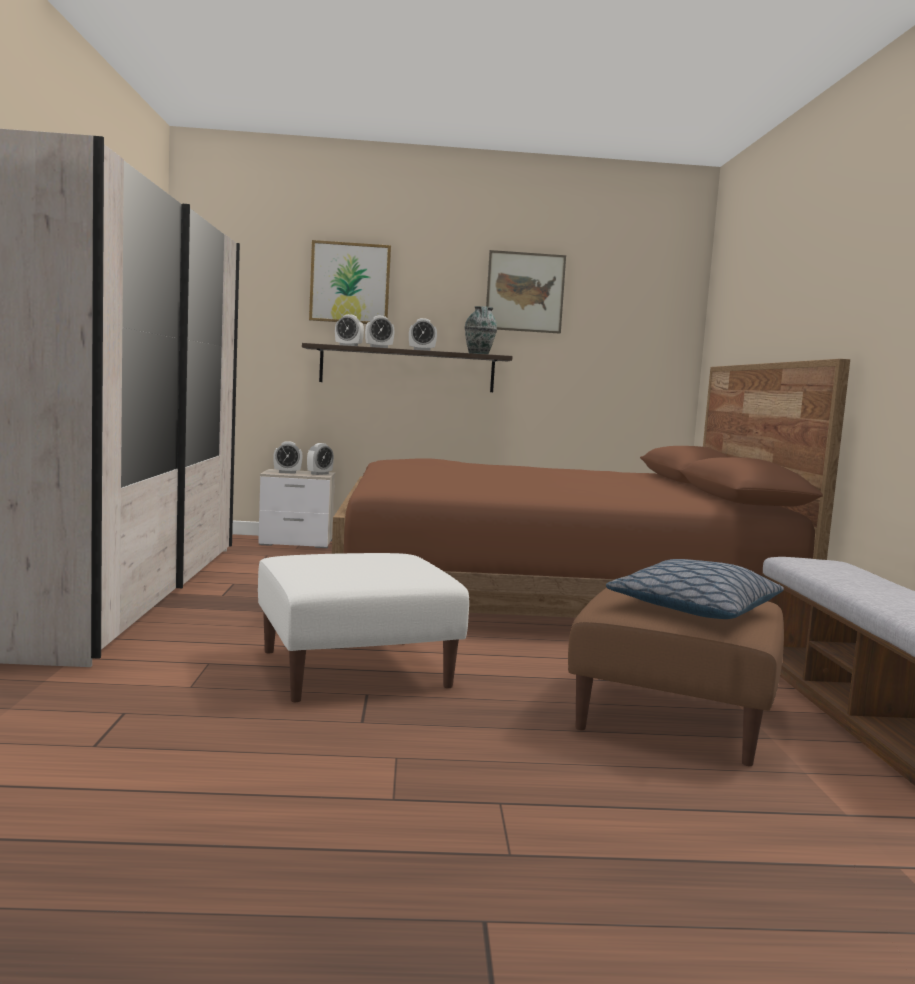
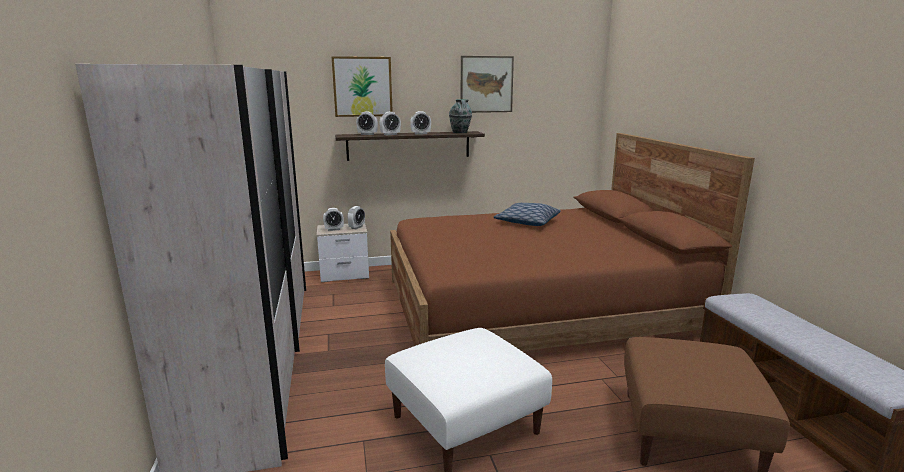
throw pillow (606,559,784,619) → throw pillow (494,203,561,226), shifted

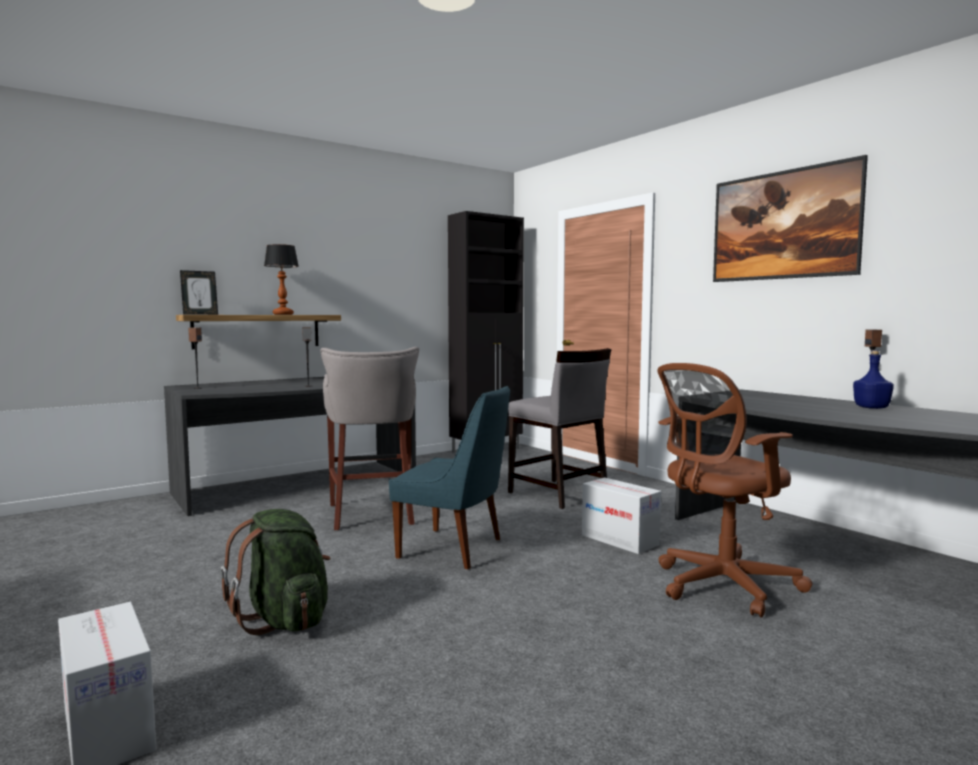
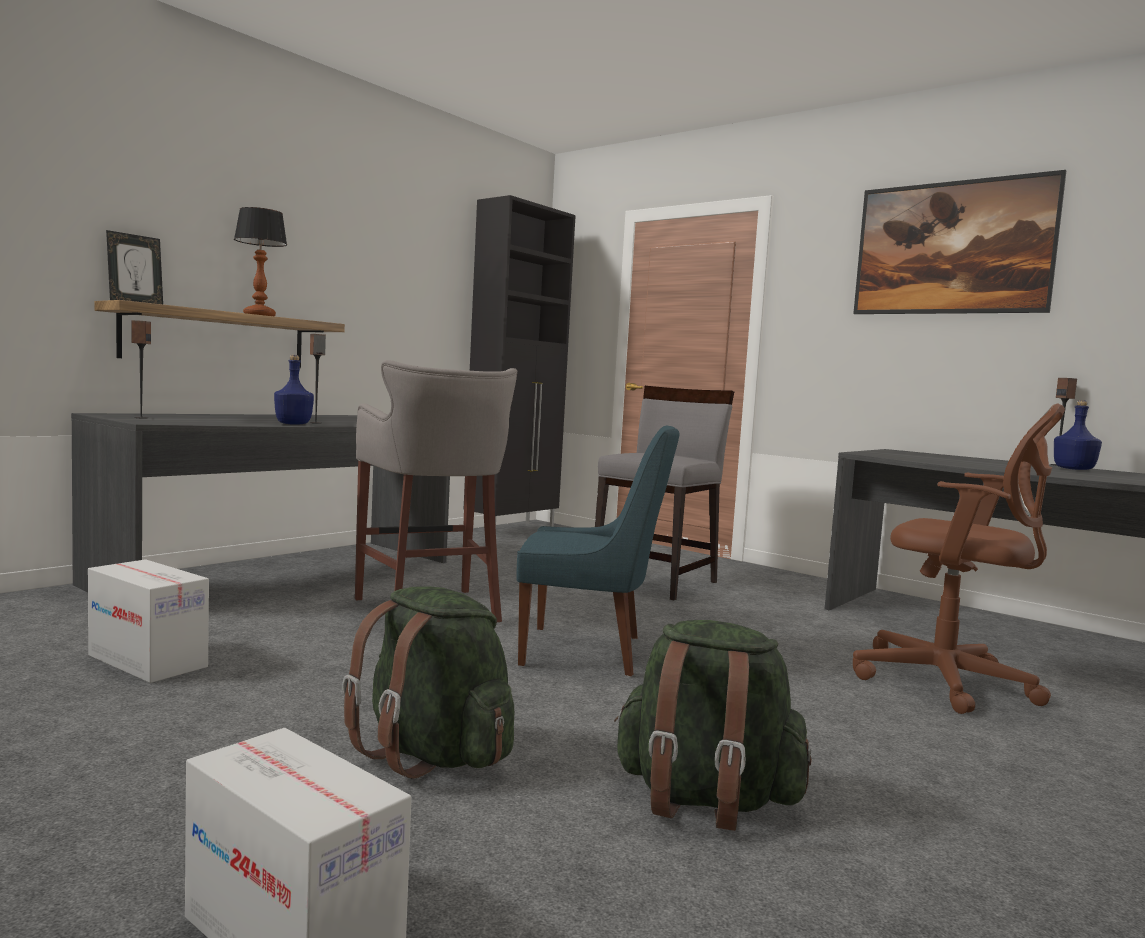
gray chair (508,348,611,509) → gray chair (595,386,734,600), 90 degrees counterclockwise
brown office chair (657,363,813,618) → brown office chair (853,403,1065,714), 105 degrees counterclockwise
packing box (582,477,661,554) → packing box (88,559,209,683), shifted
- → blue bottle (274,355,314,425)
- → green backpack (614,620,812,831)

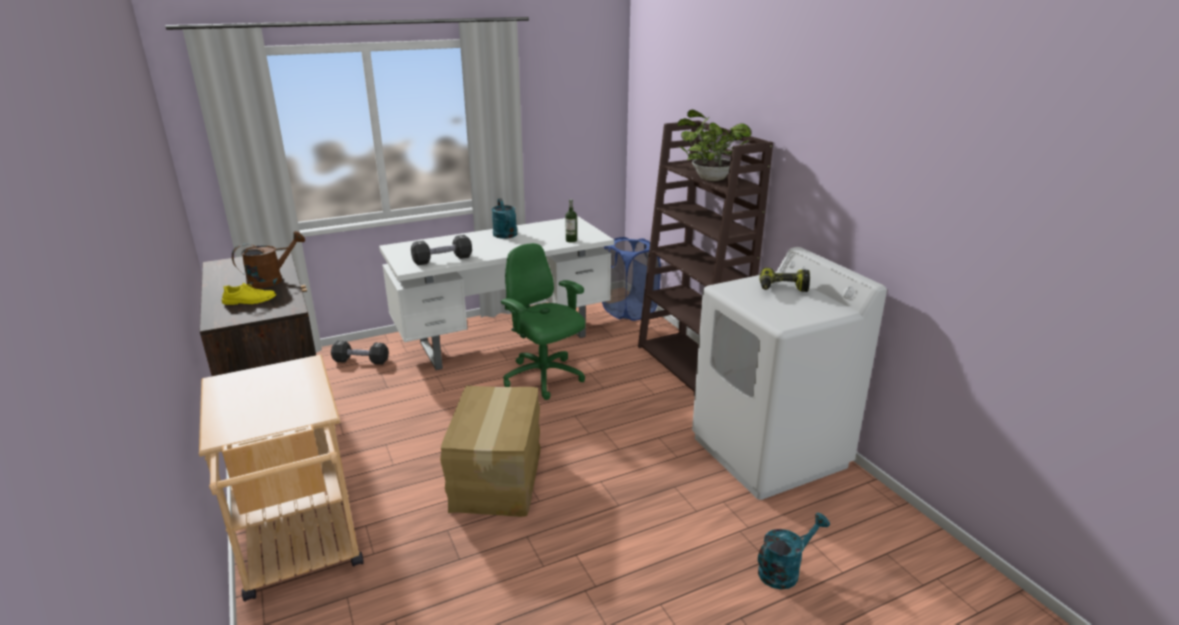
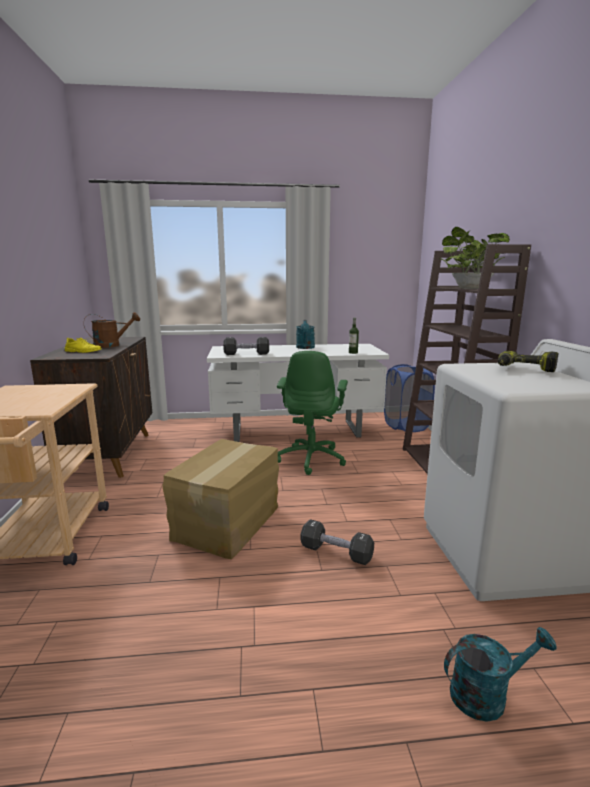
green office chair (501,243,585,400) → green office chair (277,351,348,475), 150 degrees counterclockwise
black-coloured free weight (331,341,389,365) → black-coloured free weight (301,519,374,565), shifted

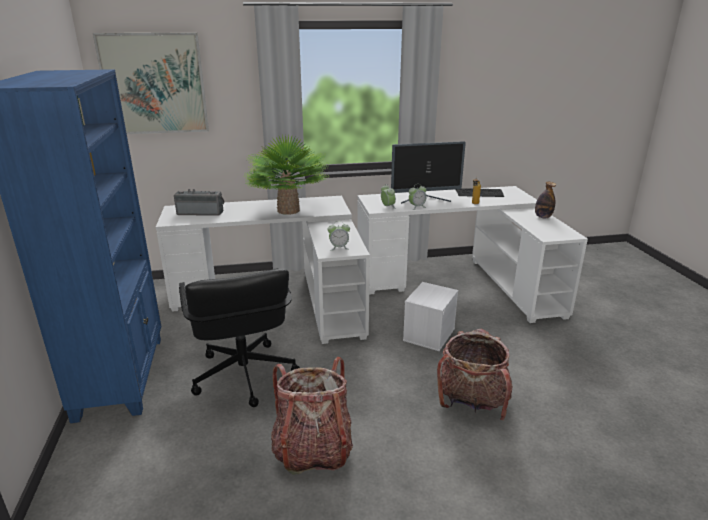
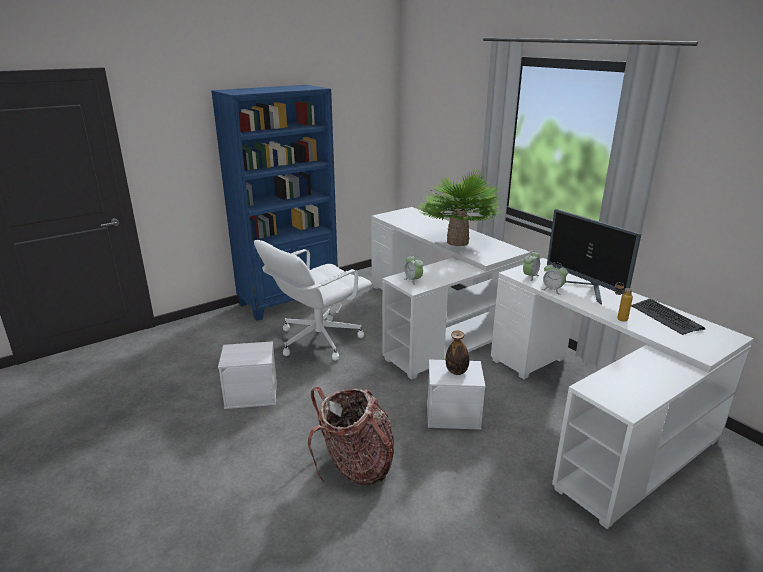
picture (93,32,209,134) → -
bottle (535,182,556,218) → bottle (446,330,469,375), shifted
radio set (174,189,224,216) → -
black-coloured office chair (179,268,300,407) → white-coloured office chair (254,240,372,361)
backpack (271,357,353,475) → white-coloured storage box (218,341,277,409)

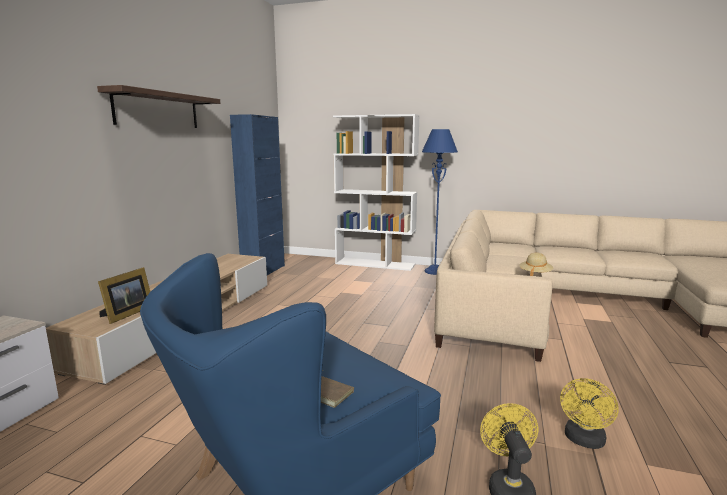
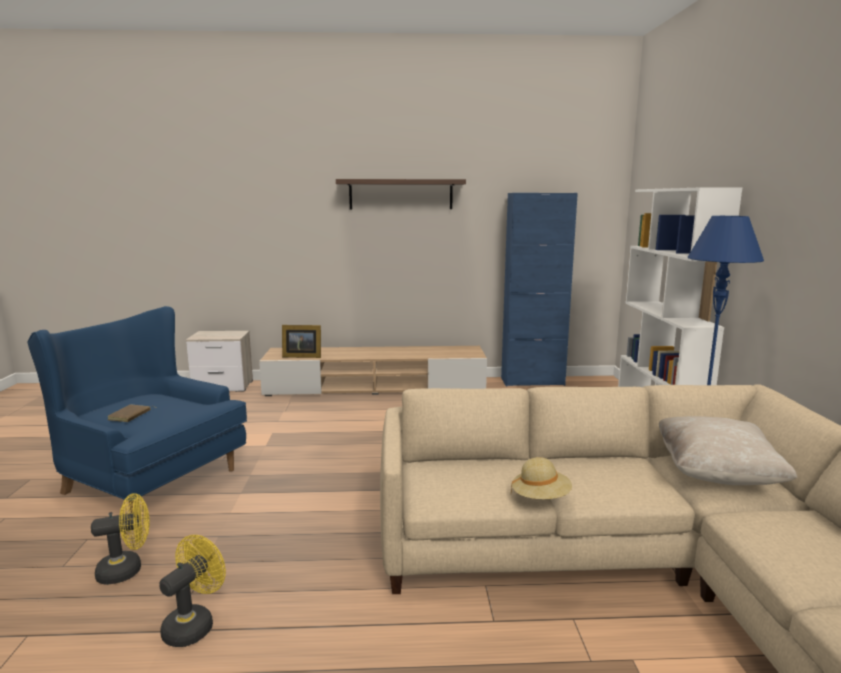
yellowish cooling fan (560,378,619,449) → yellowish cooling fan (159,535,226,647), 105 degrees clockwise
- → beige throw pillow (659,416,797,485)

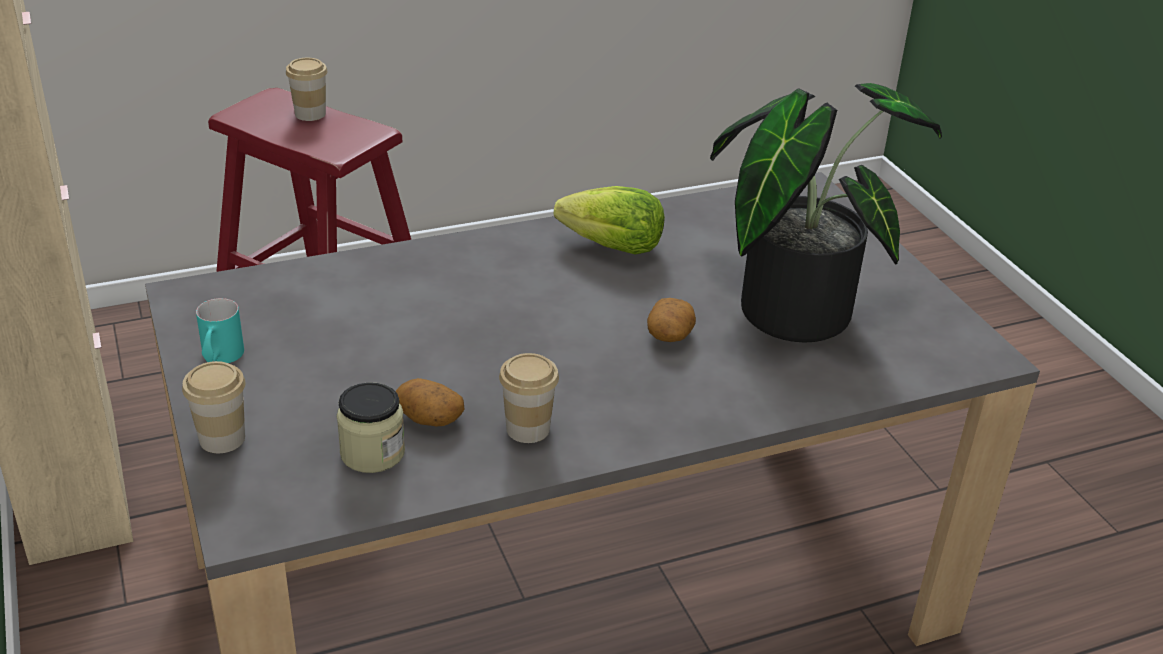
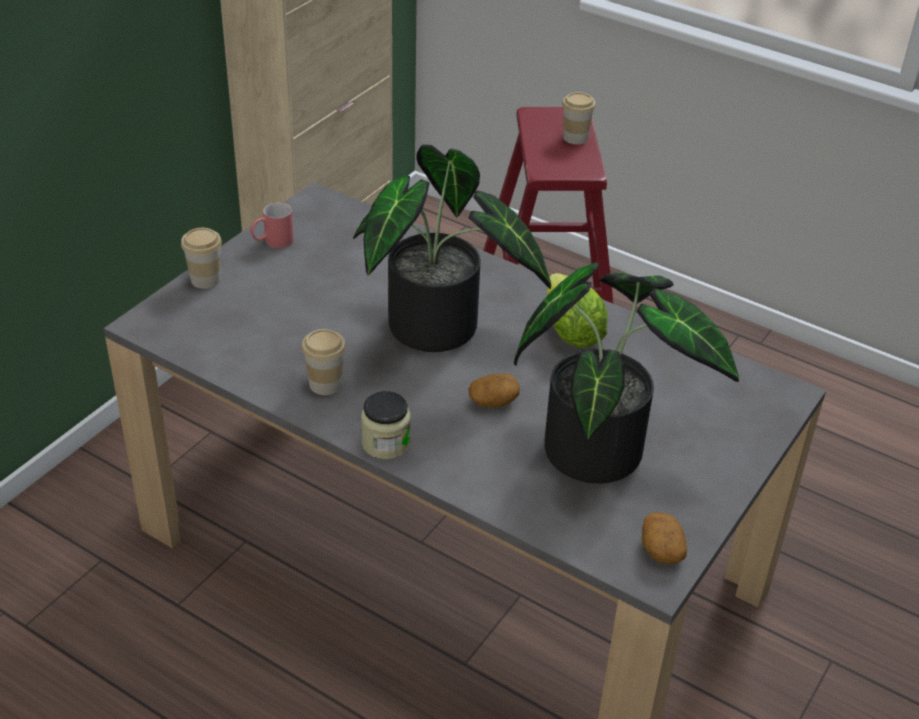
turquoise mug (196,298,244,363) → red mug (250,202,294,248)
whole potato (395,378,464,427) → whole potato (642,512,687,564), shifted
jar (337,383,405,473) → jar (361,391,411,460), shifted
- → houseplant (353,144,551,352)

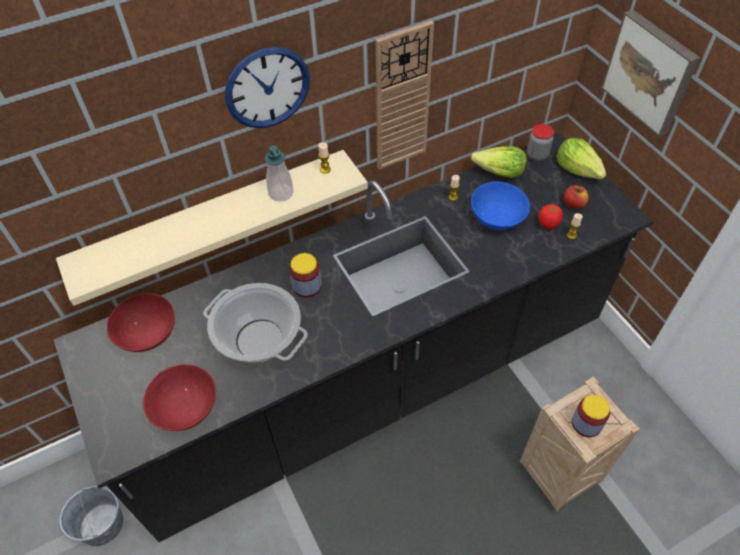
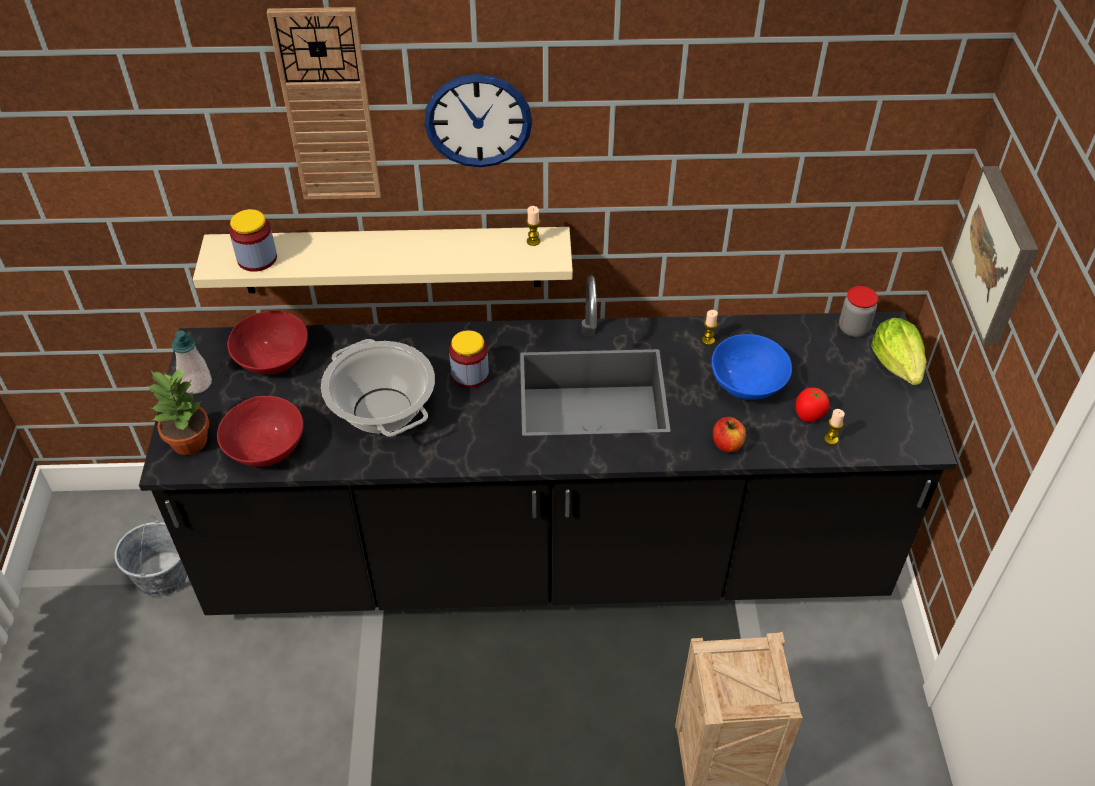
wall clock (376,21,434,170) → wall clock (267,7,381,199), shifted
liquid soap bottle (265,146,294,202) → liquid soap bottle (171,331,212,394), shifted
head of lettuce (471,146,527,178) → -
apple (564,185,589,209) → apple (713,417,746,453), shifted
jar (572,395,610,437) → jar (229,209,277,272), shifted
- → houseplant (147,368,209,455)

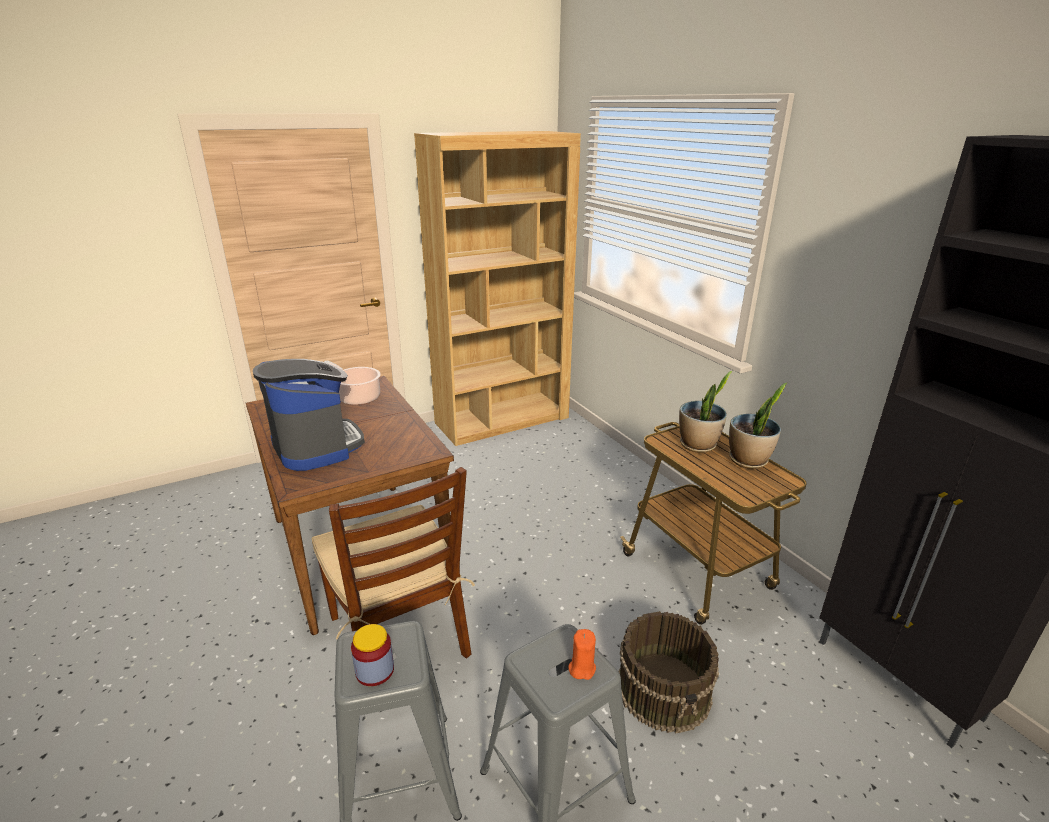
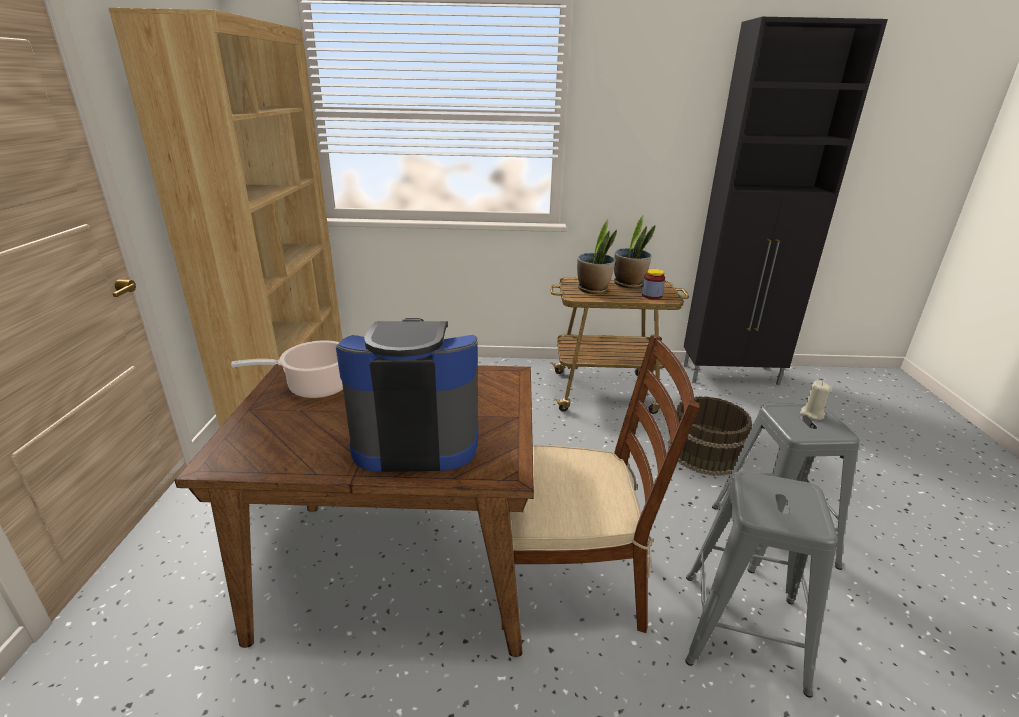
jar (351,624,394,686) → jar (642,269,665,299), shifted
orange candle (569,629,596,680) → beige candle (800,380,832,420)

